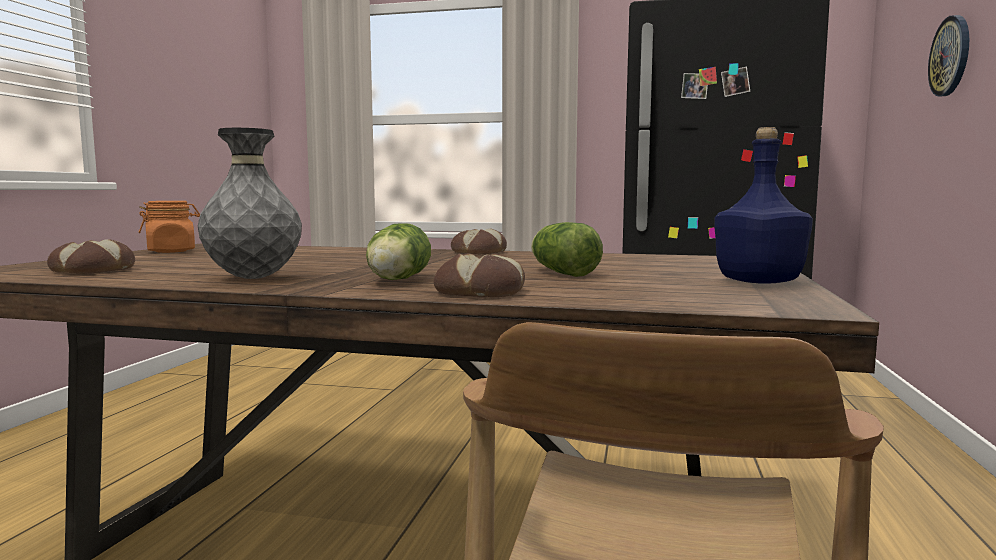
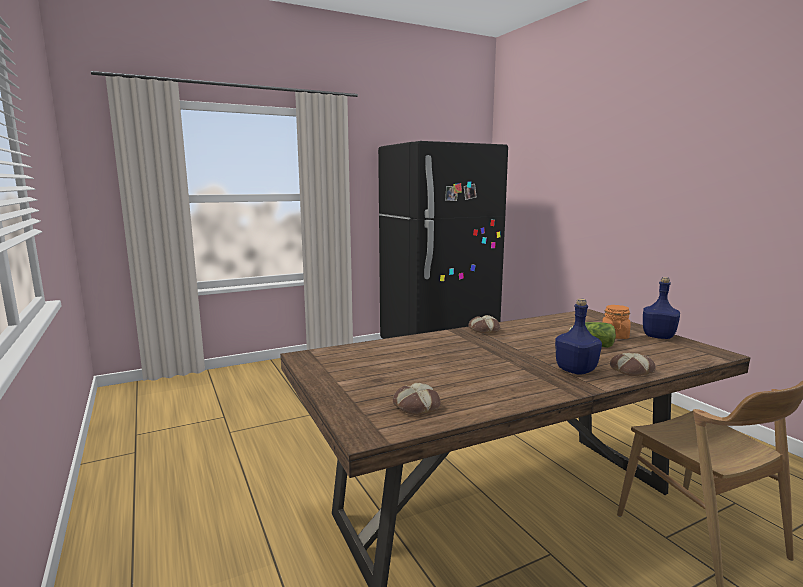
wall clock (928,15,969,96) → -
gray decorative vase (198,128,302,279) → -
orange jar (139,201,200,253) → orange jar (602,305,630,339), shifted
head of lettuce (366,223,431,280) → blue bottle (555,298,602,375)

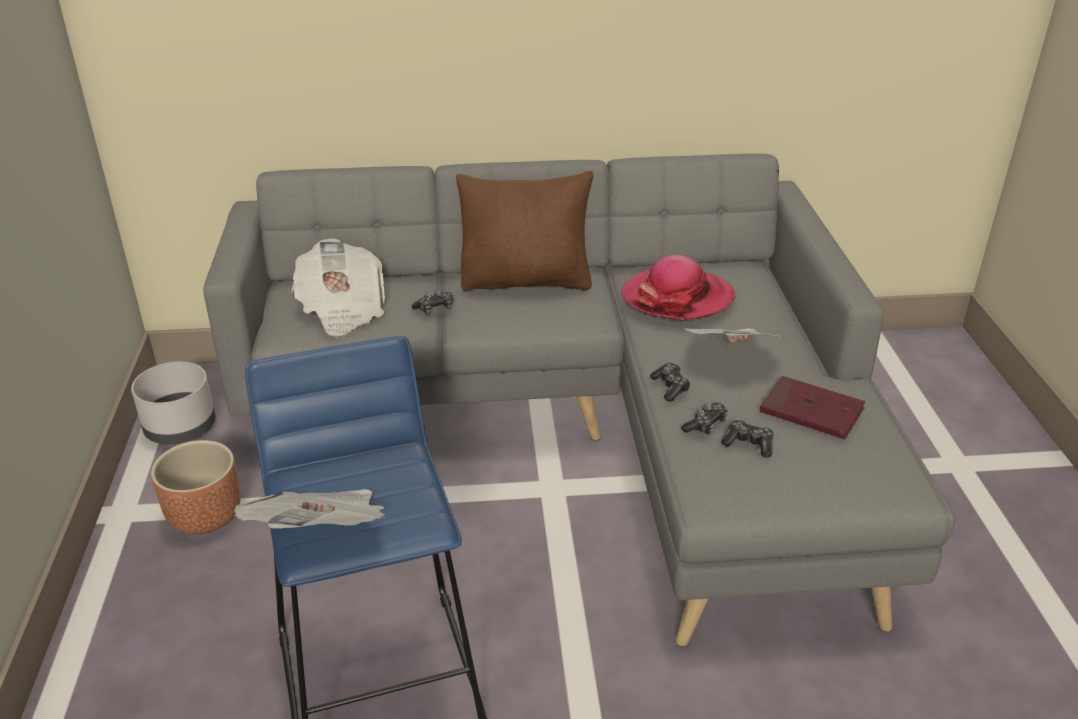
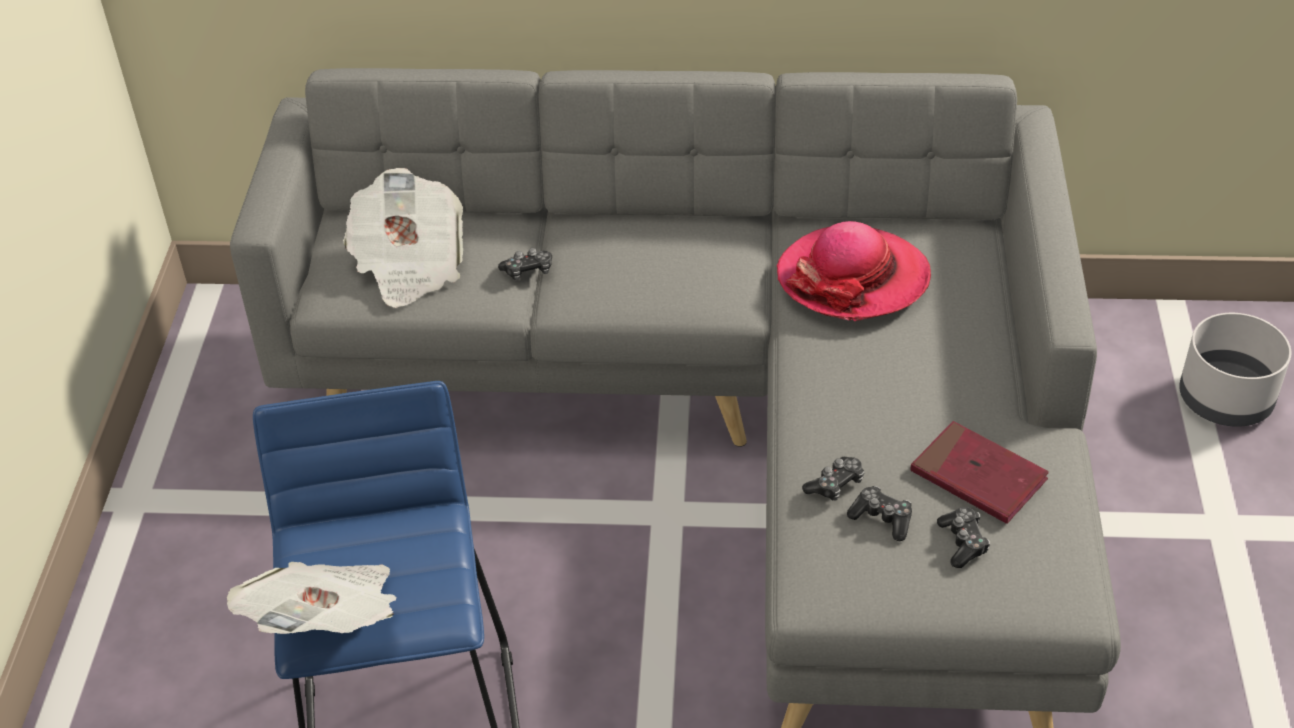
brown throw pillow (456,170,593,291) → -
newspaper (684,328,786,343) → -
gray flower pot (131,362,215,445) → gray flower pot (1179,313,1291,427), shifted
game controller (650,363,691,401) → game controller (937,507,990,568), shifted
brown flower pot (151,440,241,534) → -

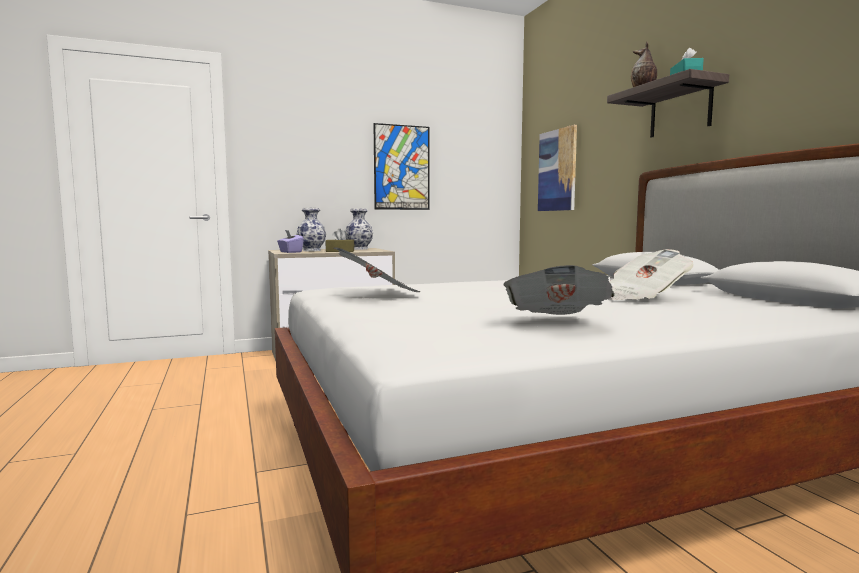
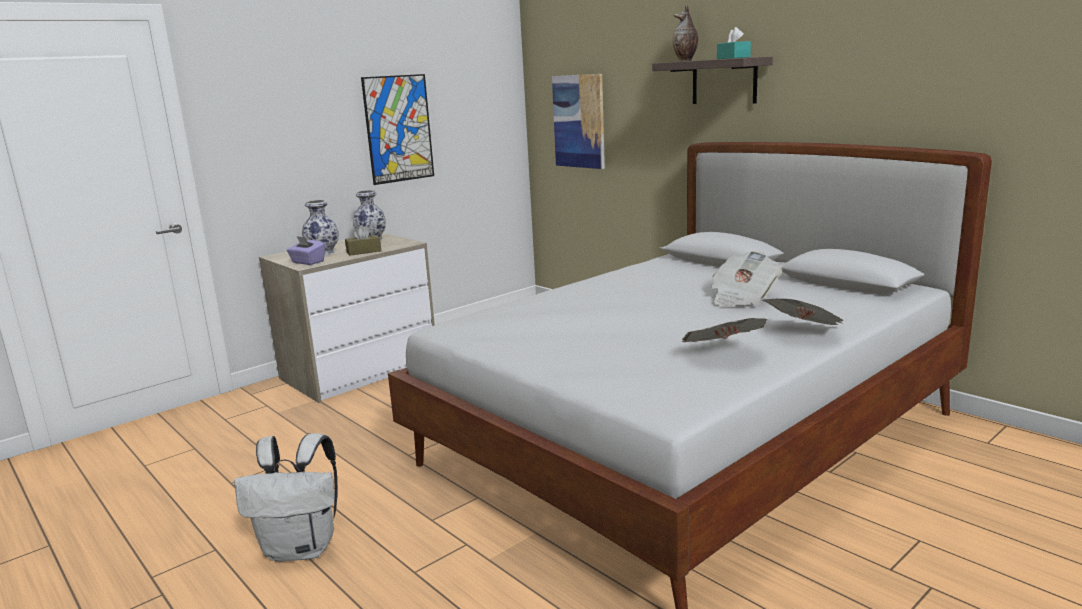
newspaper (333,247,420,292) → newspaper (762,298,844,325), shifted
- → white-coloured backpack (234,433,338,562)

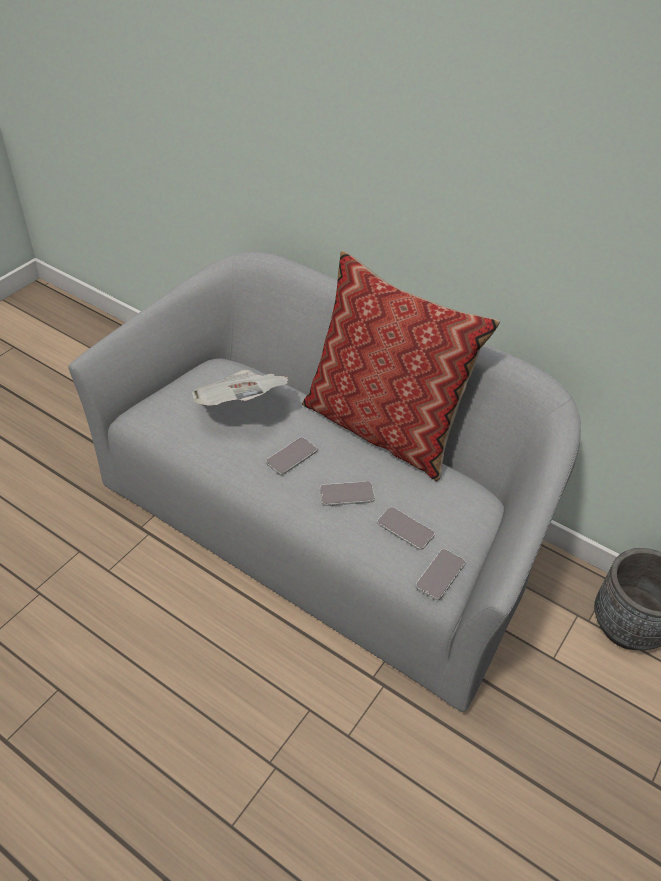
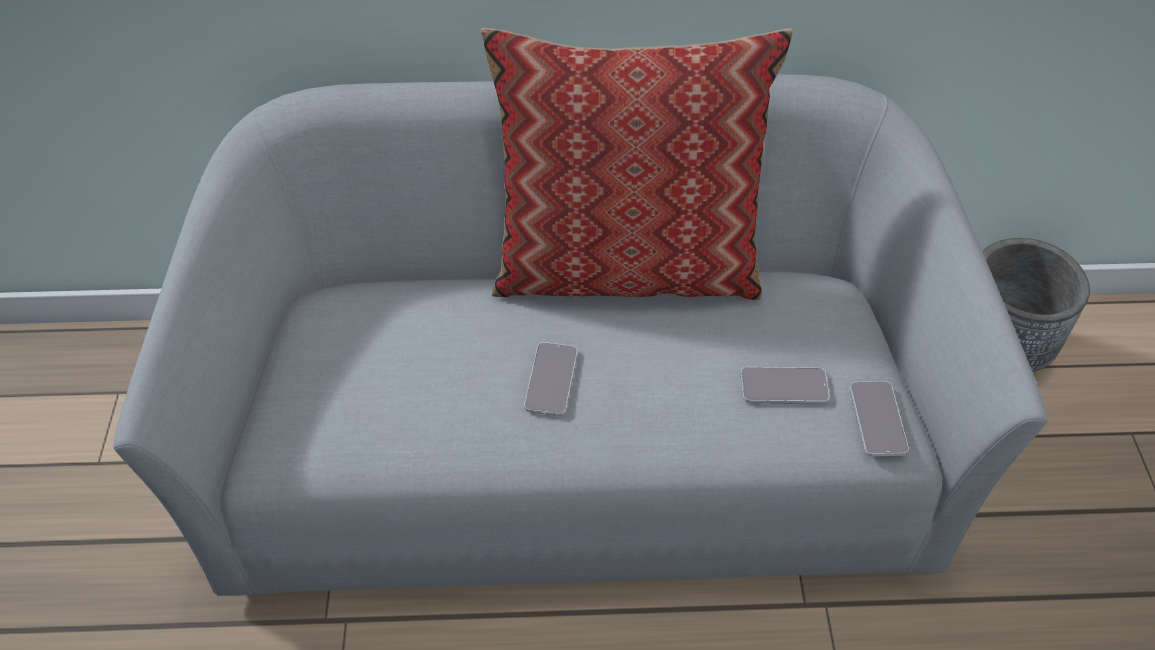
newspaper (192,370,288,406) → -
phone (320,481,375,506) → -

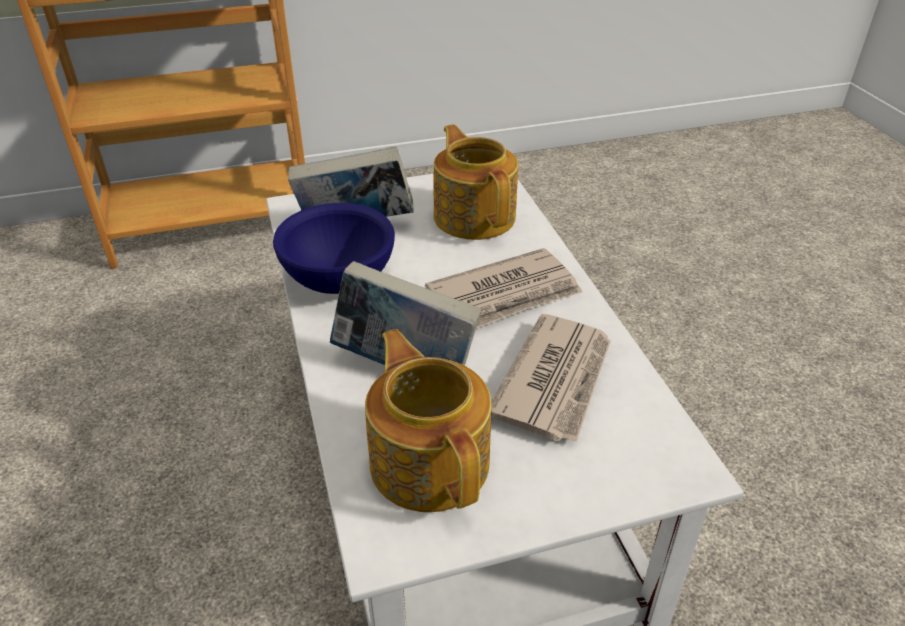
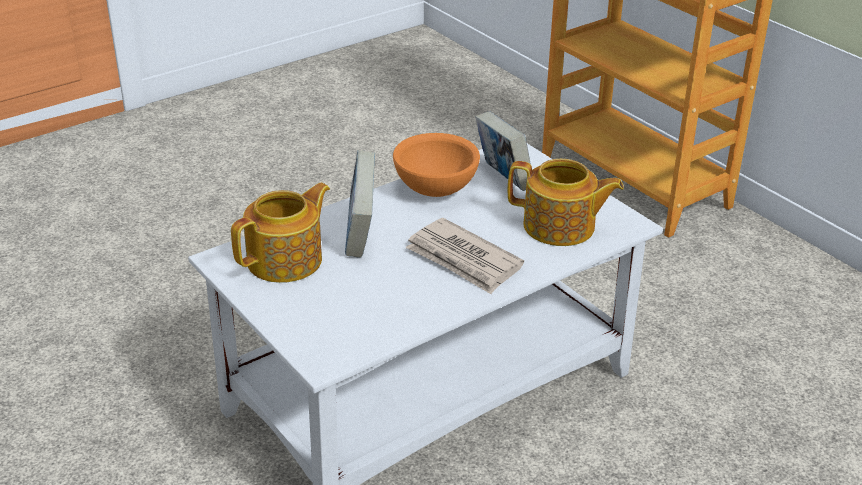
tea pot (434,124,518,240) → tea pot (508,159,624,246), 60 degrees clockwise
blue serving bowl (273,203,395,294) → orange serving bowl (393,133,480,197)
newspaper (491,314,611,442) → -

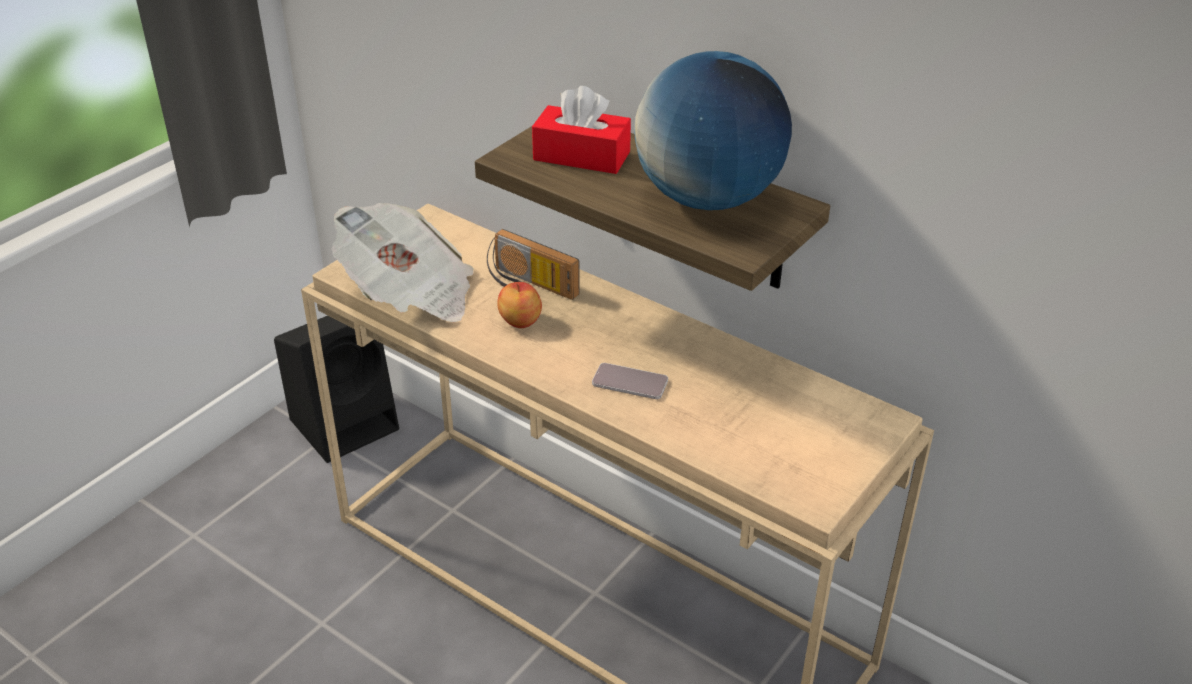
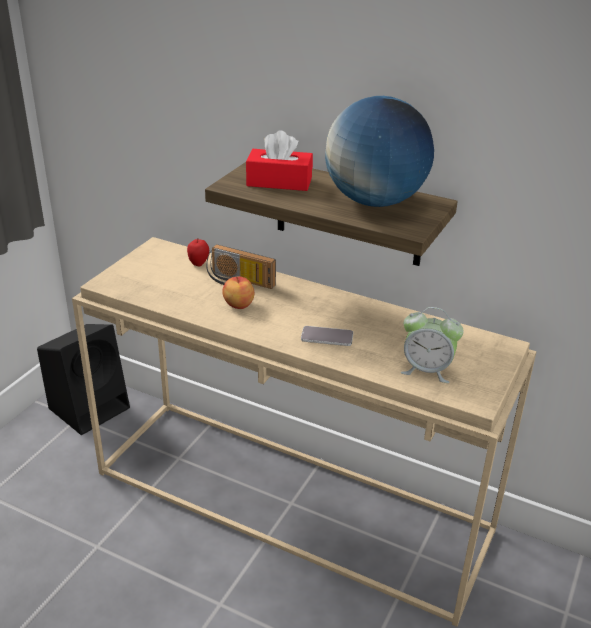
newspaper (331,203,474,322) → -
- → apple (187,238,209,267)
- → bedside clock (401,307,464,383)

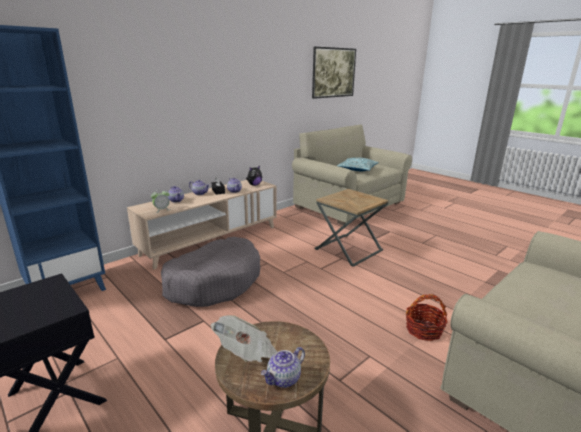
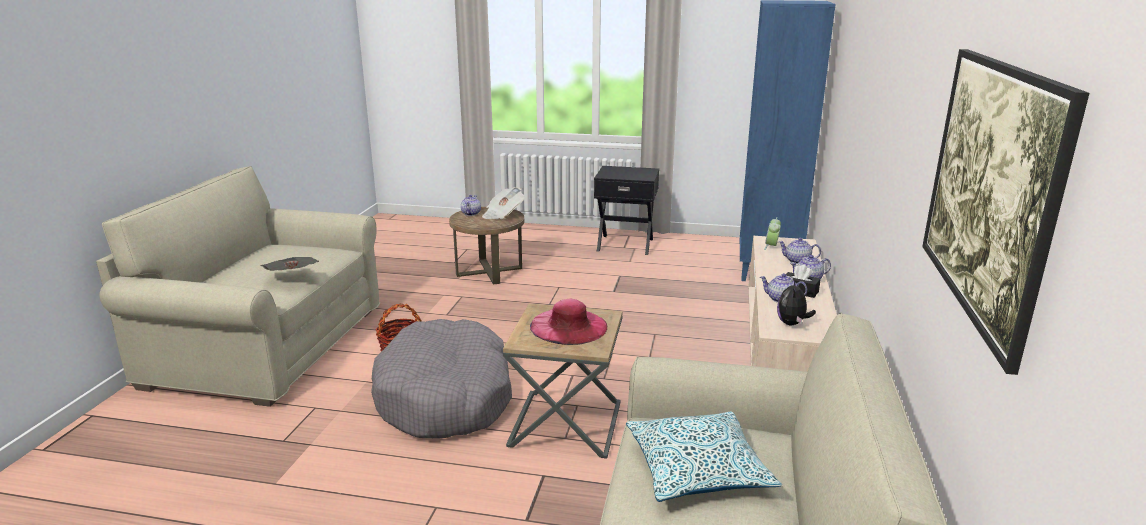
gray dog cushion (161,237,260,307) → gray dog cushion (371,319,512,438), shifted
- → newspaper (260,257,319,271)
- → pinkish hat (530,299,608,345)

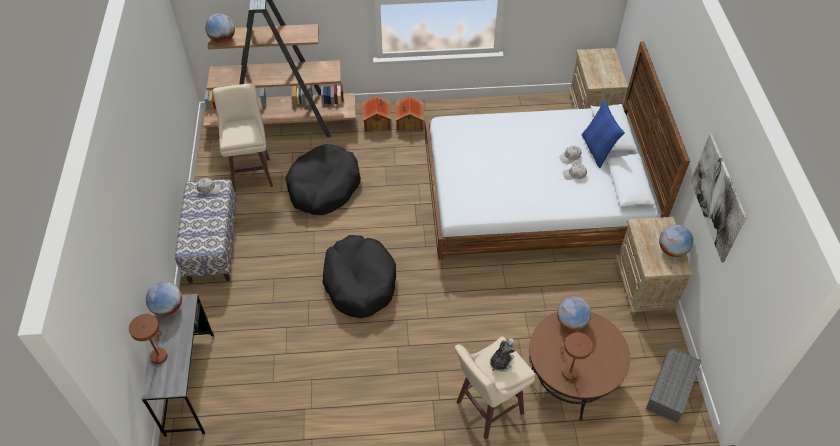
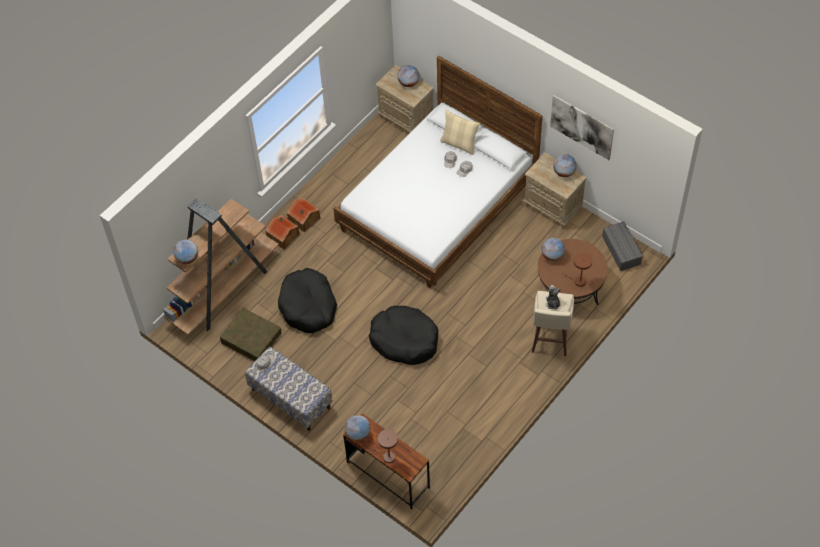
beige sitting stool (213,83,273,192) → brown storage box (220,308,281,361)
blue throw pillow (581,99,625,168) → beige throw pillow (440,110,480,155)
gray desk unit (142,294,214,437) → brown desk unit (343,413,430,509)
- → globe (397,65,419,87)

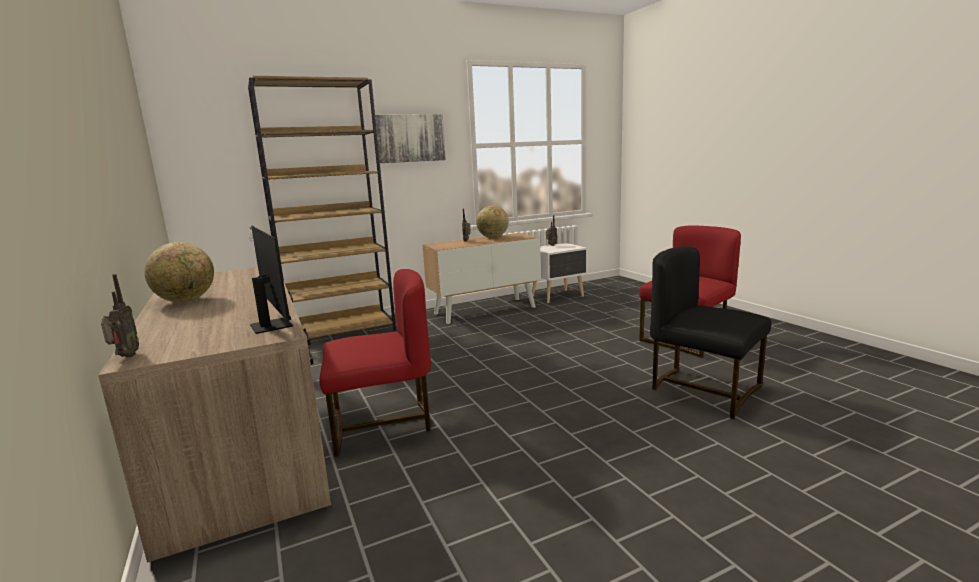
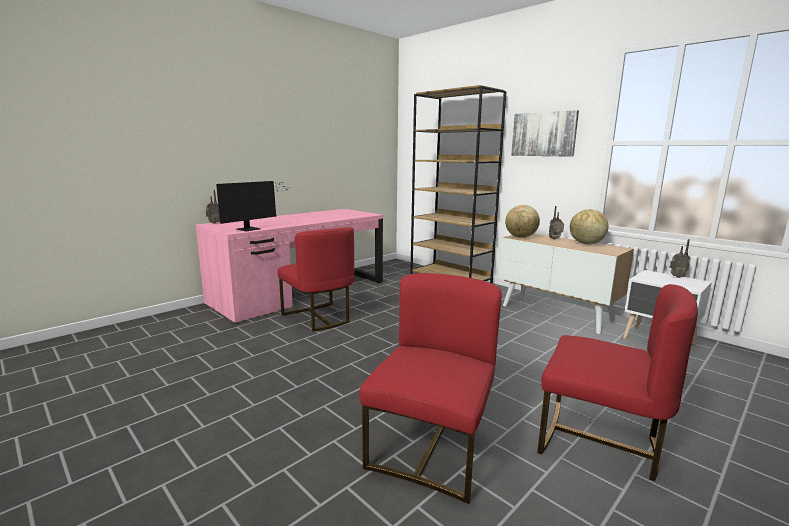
globe (144,242,214,302) → globe (505,205,540,238), shifted
black-coloured chair (650,246,771,419) → red chair (359,273,502,504)
brown desk unit (98,267,331,563) → pinkish desk unit (196,209,383,323)

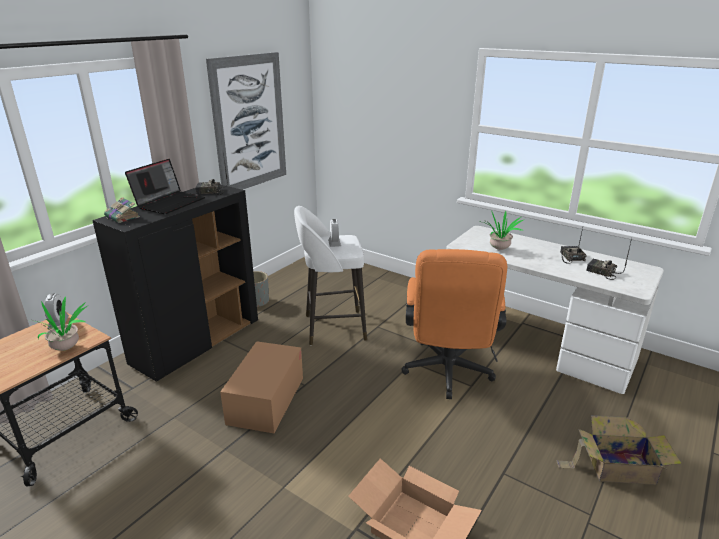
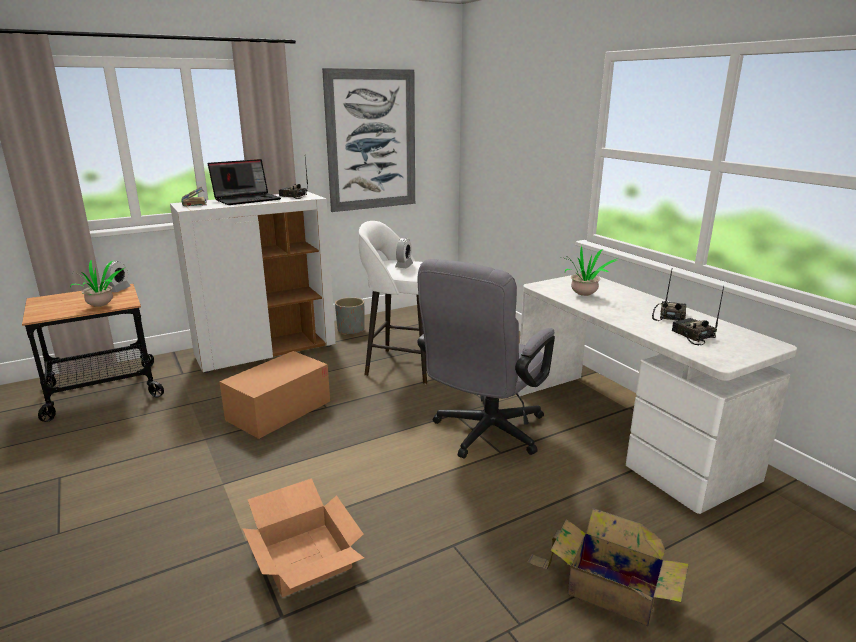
black-coloured storage cabinet (92,185,258,382) → white-coloured storage cabinet (170,192,336,373)
orange office chair (401,249,507,399) → gray office chair (417,259,555,459)

